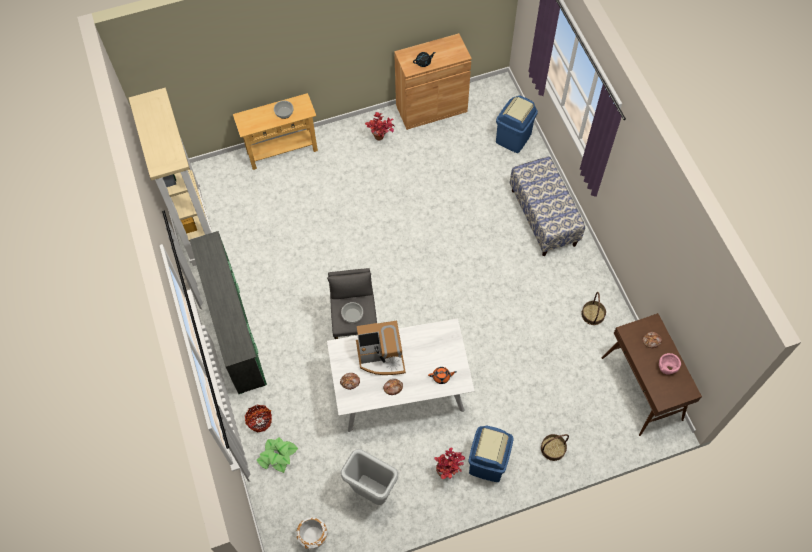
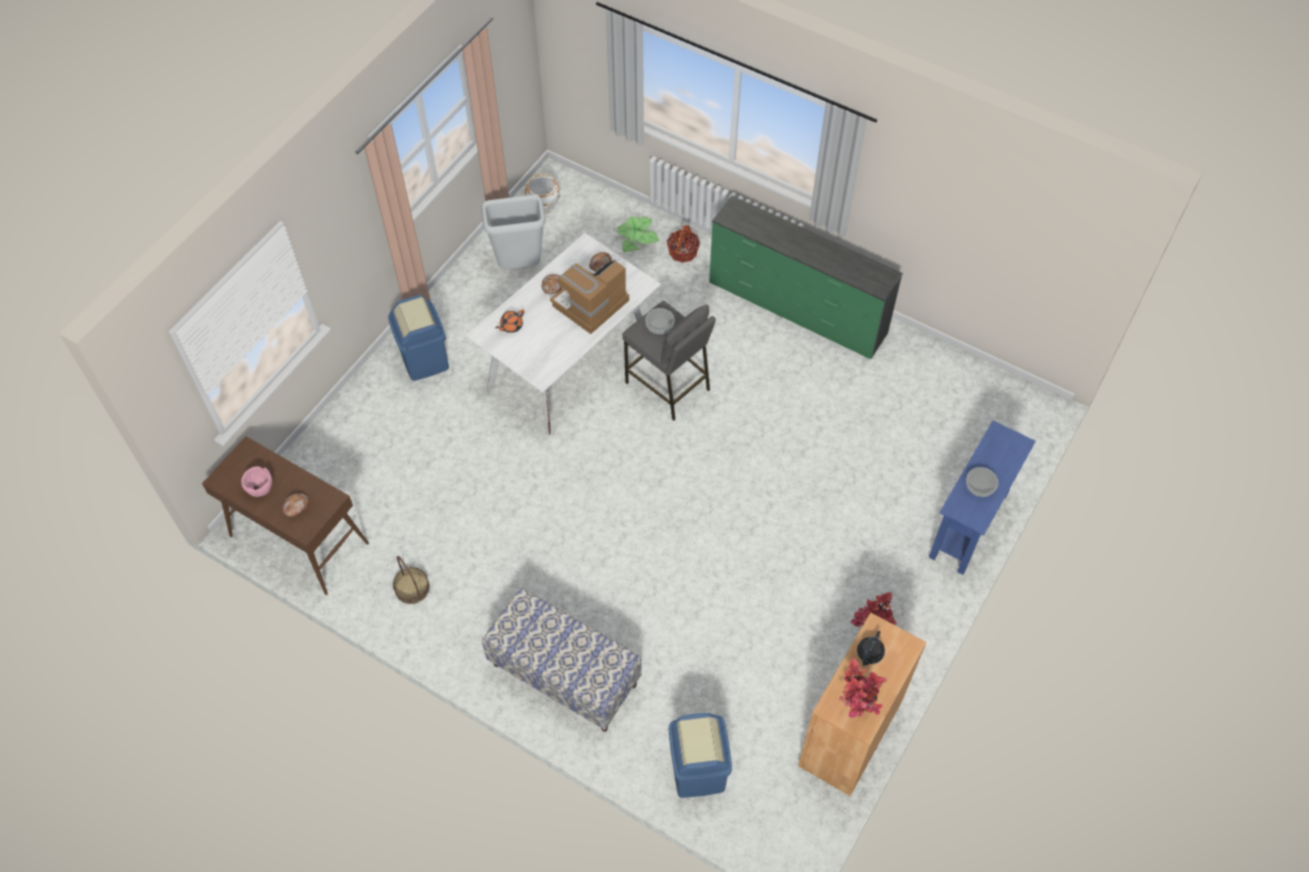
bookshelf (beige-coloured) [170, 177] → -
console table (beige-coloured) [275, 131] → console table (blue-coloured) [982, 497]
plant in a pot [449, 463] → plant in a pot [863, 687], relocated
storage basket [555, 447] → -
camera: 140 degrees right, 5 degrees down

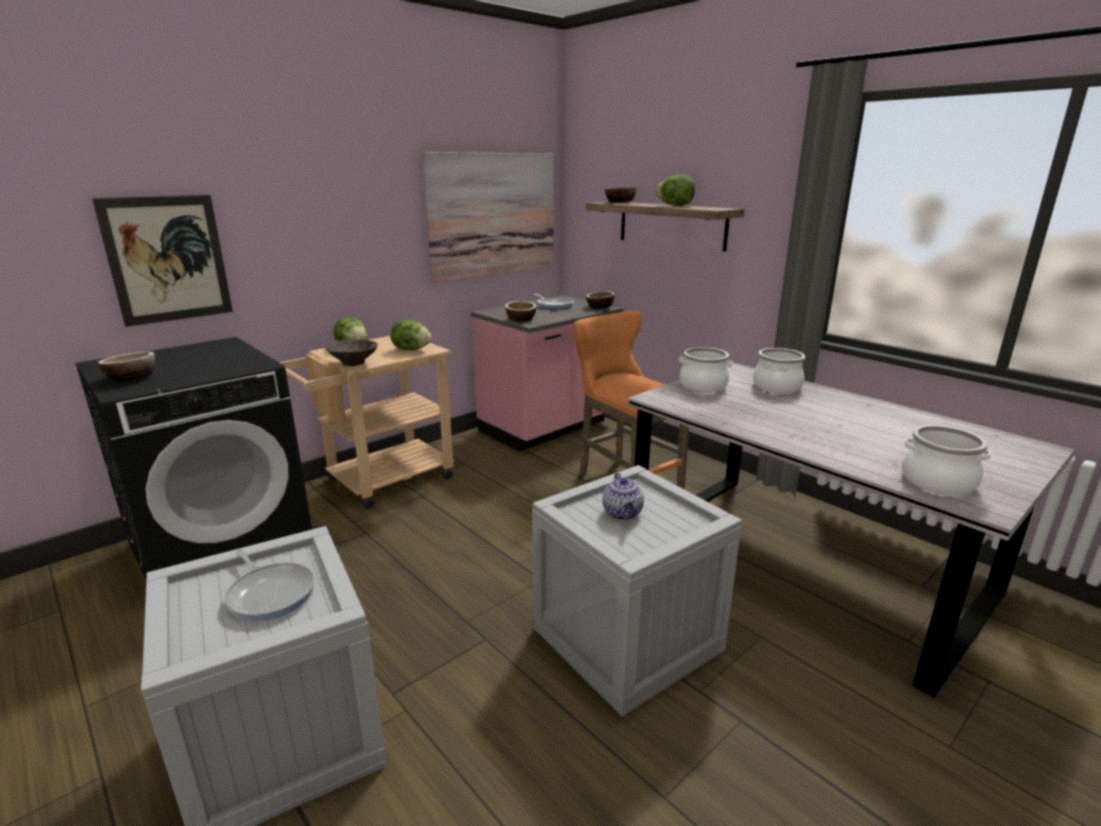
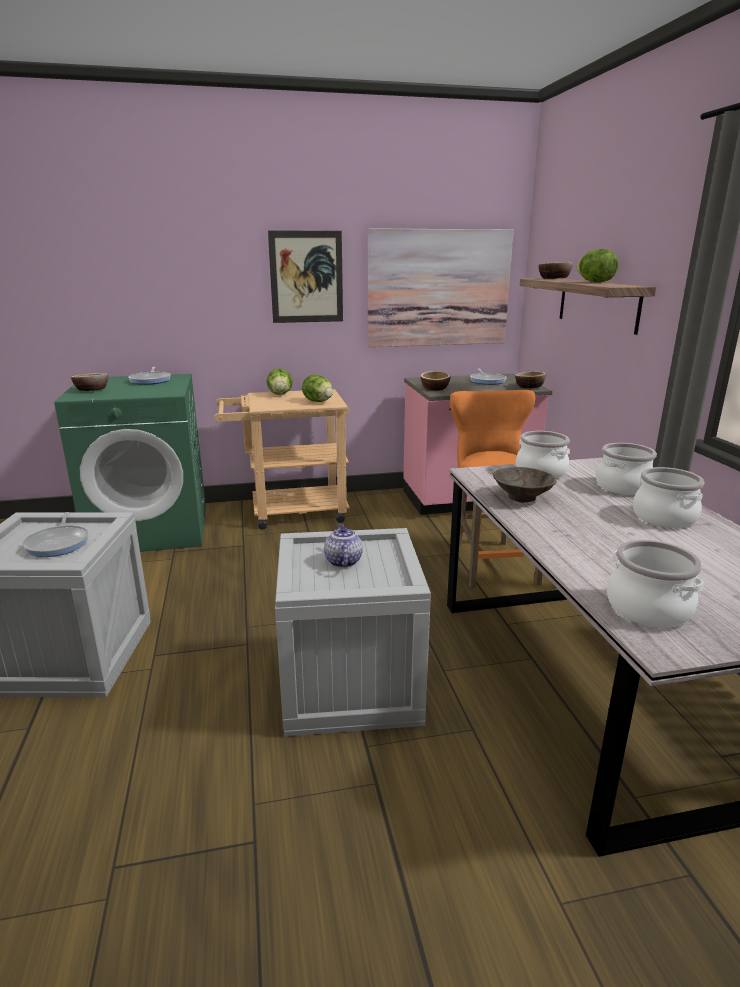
laundry machine (black) [193, 458] → laundry machine (green-coloured) [130, 463]
wall art [162, 261] → wall art [305, 276], relocated
deep dish (brown) [352, 353] → deep dish (brown) [525, 485], relocated
teapot [623, 496] → teapot [343, 546], 150 degrees clockwise
- → pan [149, 376]
- → stockpot [668, 497]
camera: 30 degrees right, 0 degrees up

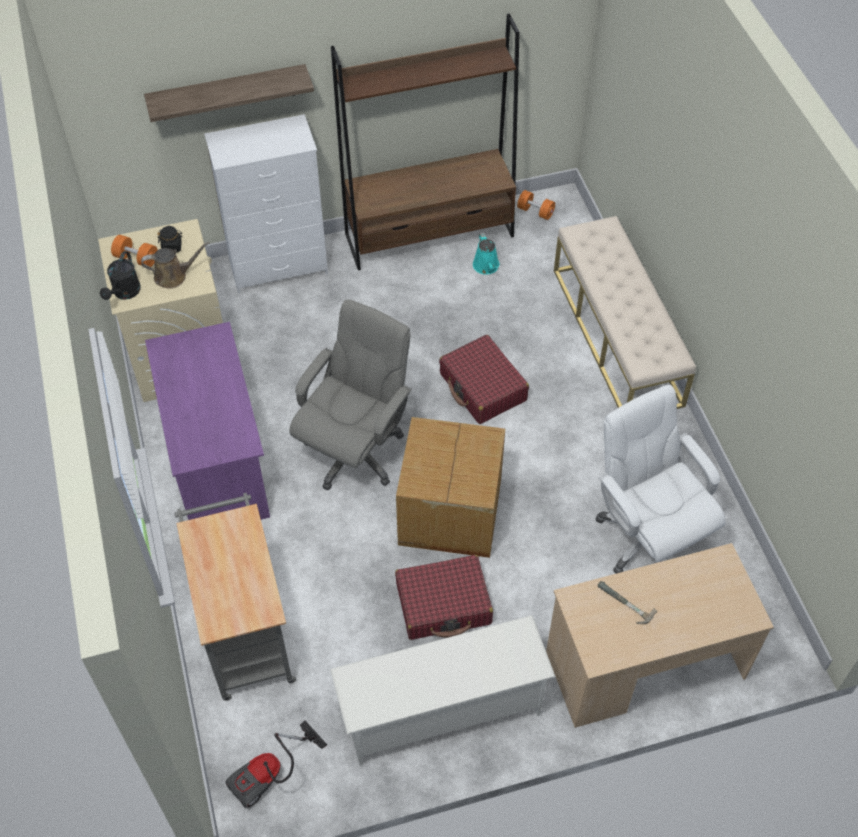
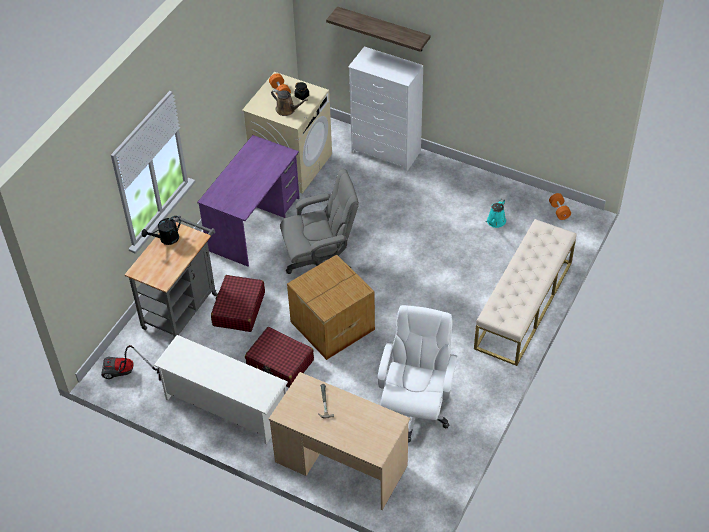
watering can (black) [120, 275] → watering can (black) [161, 230], relocated
bookshelf (brown) [425, 142] → -
suitcase (red-coloured) [484, 379] → suitcase (red-coloured) [238, 303], relocated
camera: 45 degrees right, 5 degrees down

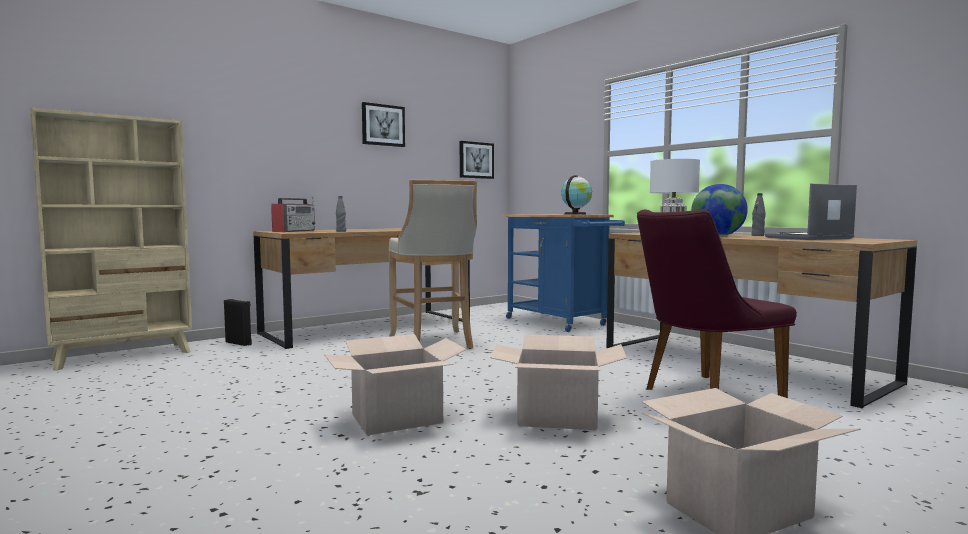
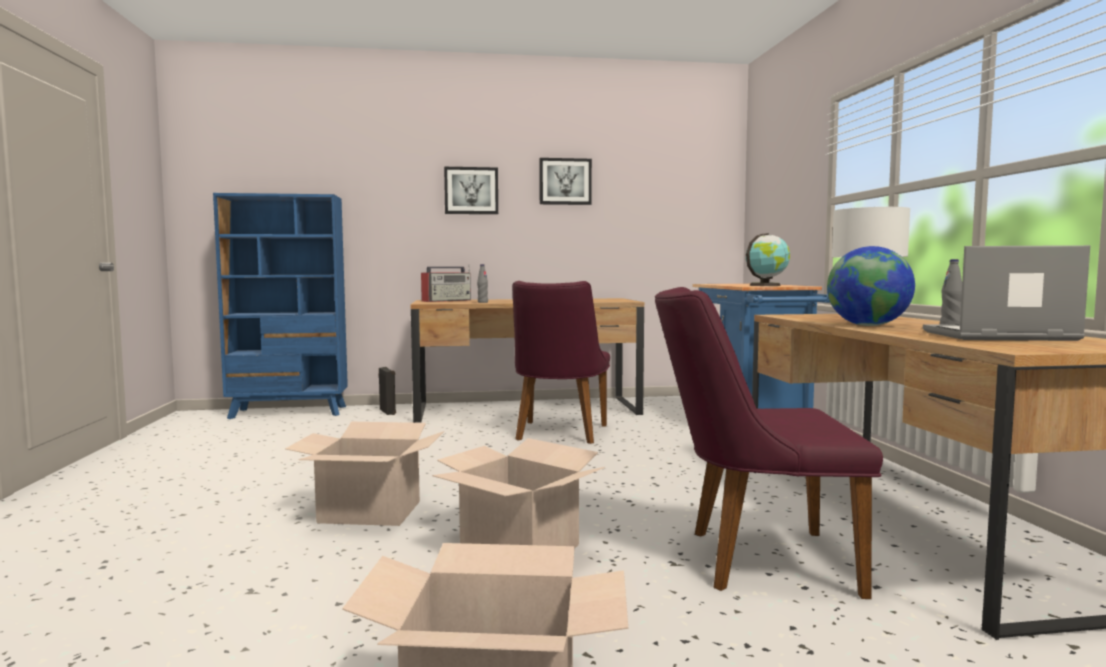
bookshelf (beige-coloured) [111, 239] → bookshelf (blue-coloured) [280, 306]
stool seat (beige-coloured) [433, 264] → upright chair (purple) [561, 362]
wall art [477, 160] → wall art [471, 190], relocated
camera: 30 degrees right, 0 degrees up

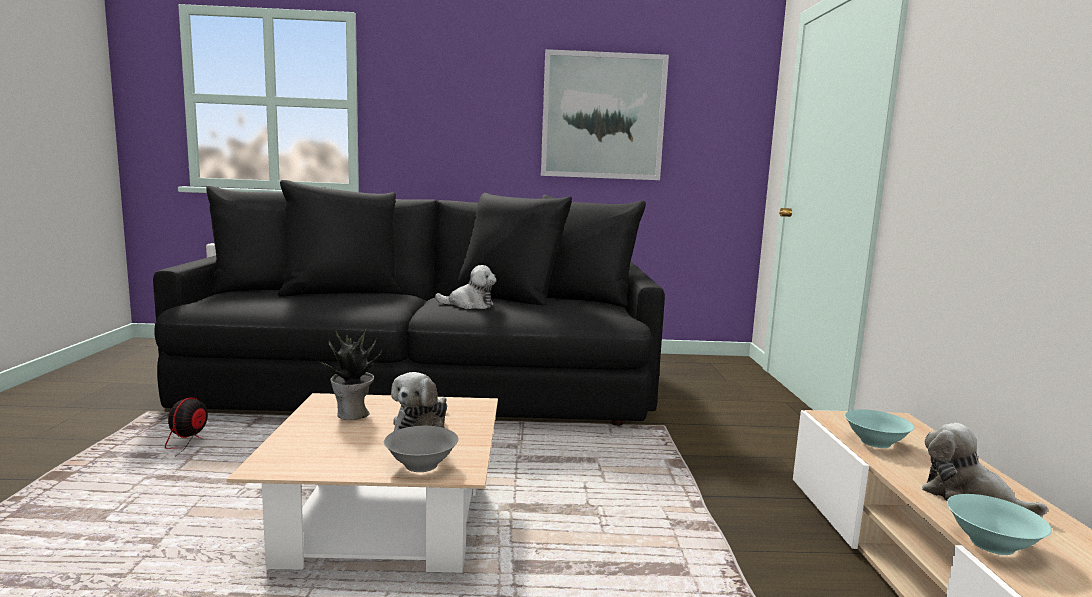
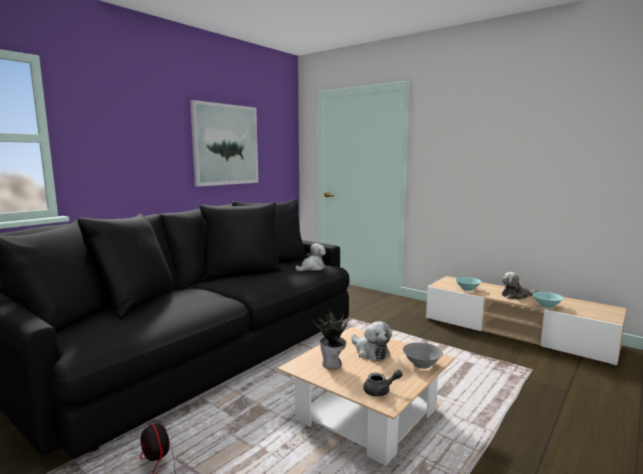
plush toy [466, 287] → plush toy [310, 257], relocated
- → teapot (gray) [383, 383]
camera: 50 degrees left, 0 degrees up

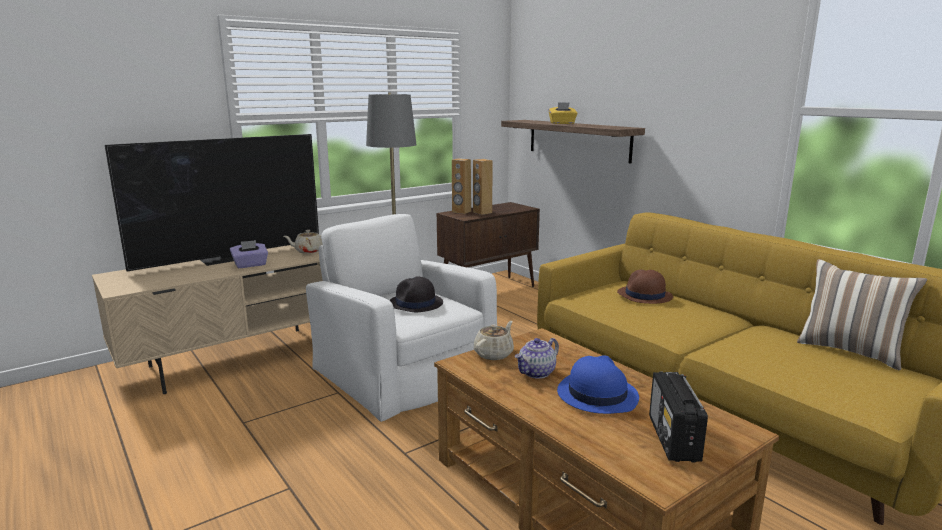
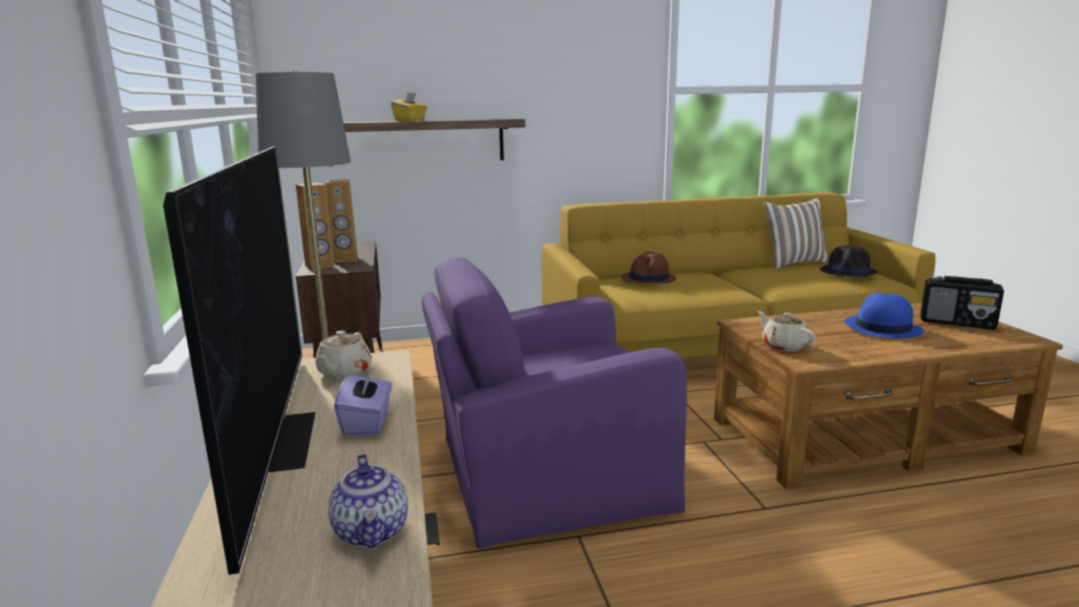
easy chair (whitish) [401, 318] → easy chair (purple) [554, 403]
clothing hat (black) [416, 294] → clothing hat (black) [848, 261], relocated
teapot [537, 358] → teapot [368, 501], relocated
camera: 65 degrees left, 0 degrees up

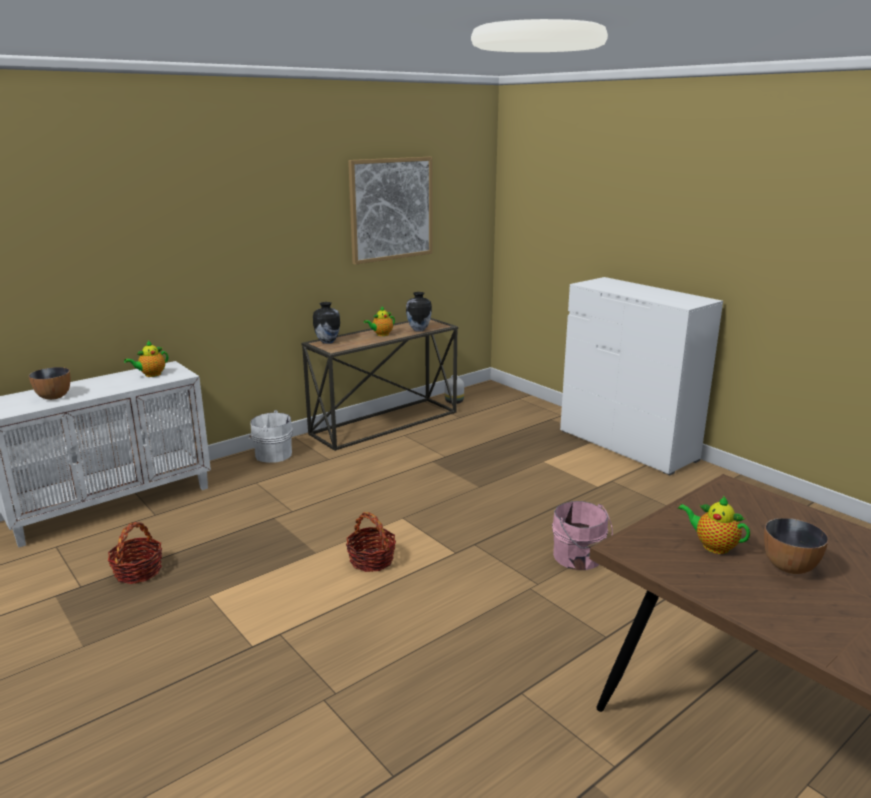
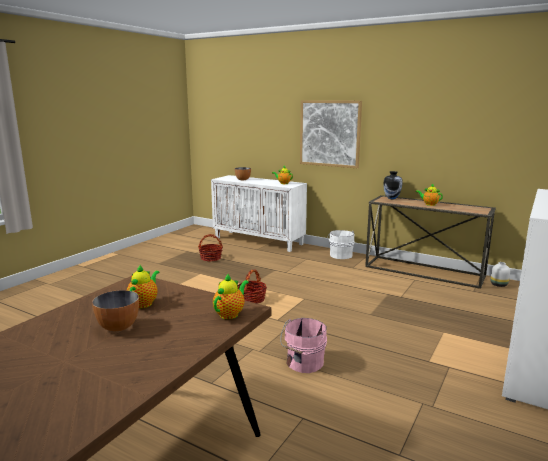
wall art [390, 211] → wall art [331, 134], relocated
vase [419, 312] → -
- → teapot [231, 296]
camera: 70 degrees right, 5 degrees down

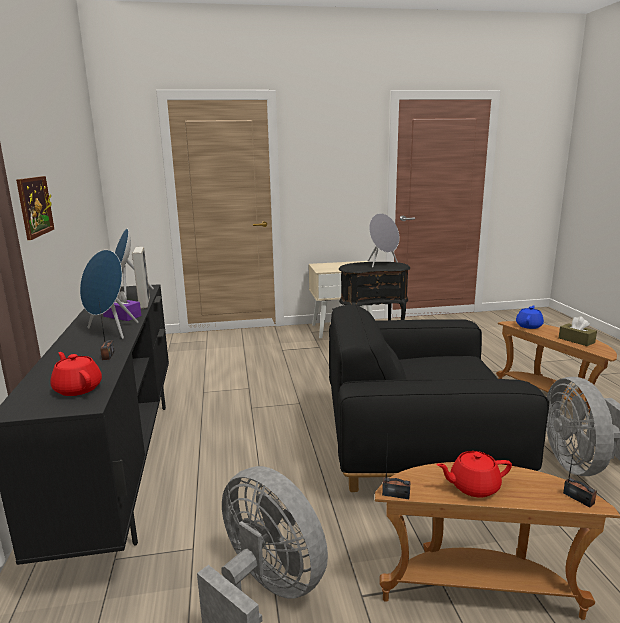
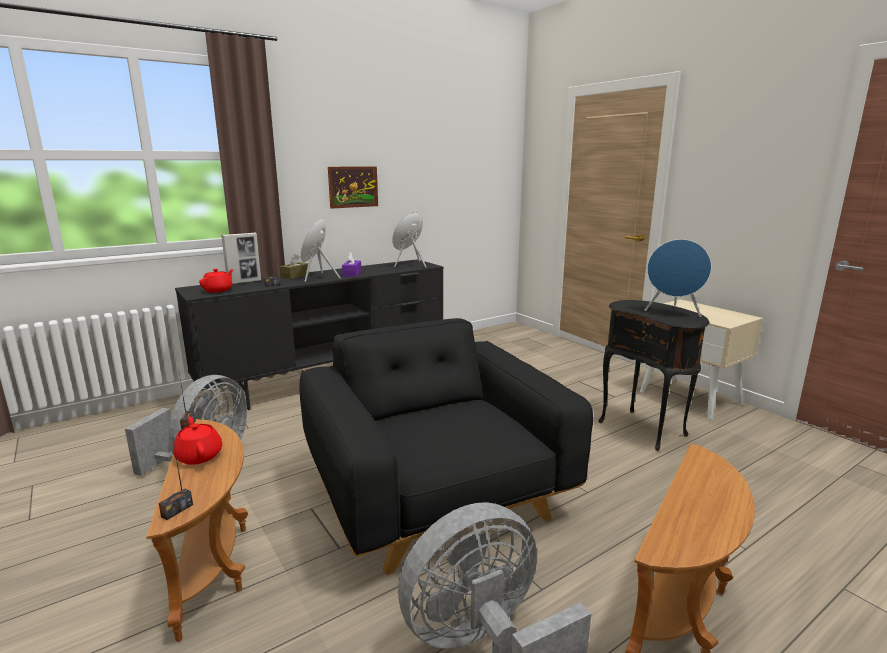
standing frame [141, 278] → standing frame [241, 258], relocated
loudspeaker (gray) [383, 240] → loudspeaker (blue-coloured) [678, 278]
teapot (blue-coloured) [530, 317] → -
tissue box (brown) [578, 331] → tissue box (brown) [294, 266], relocated
camera: 65 degrees right, 0 degrees up

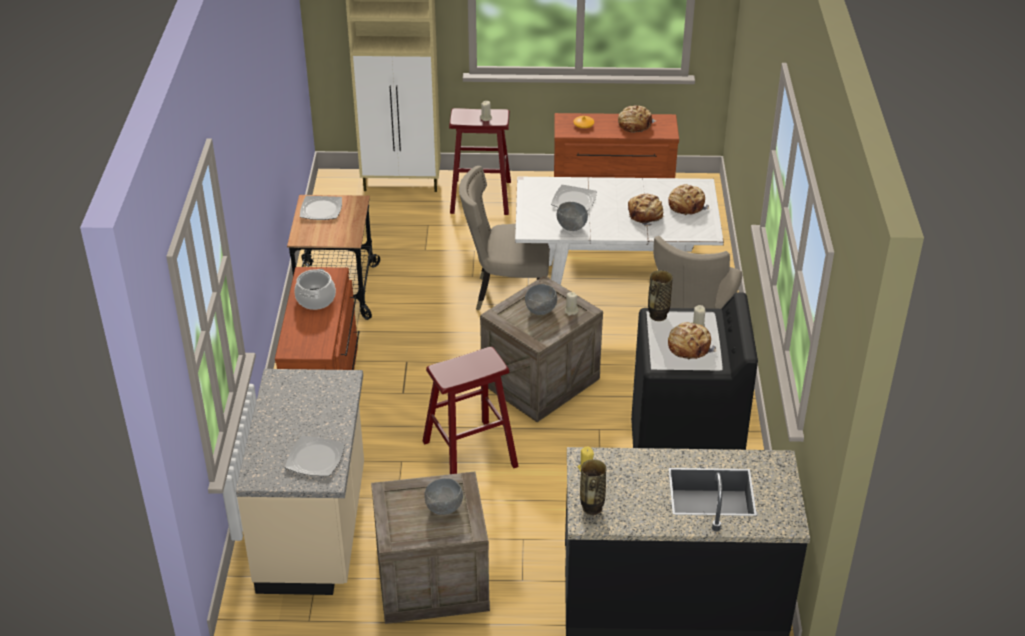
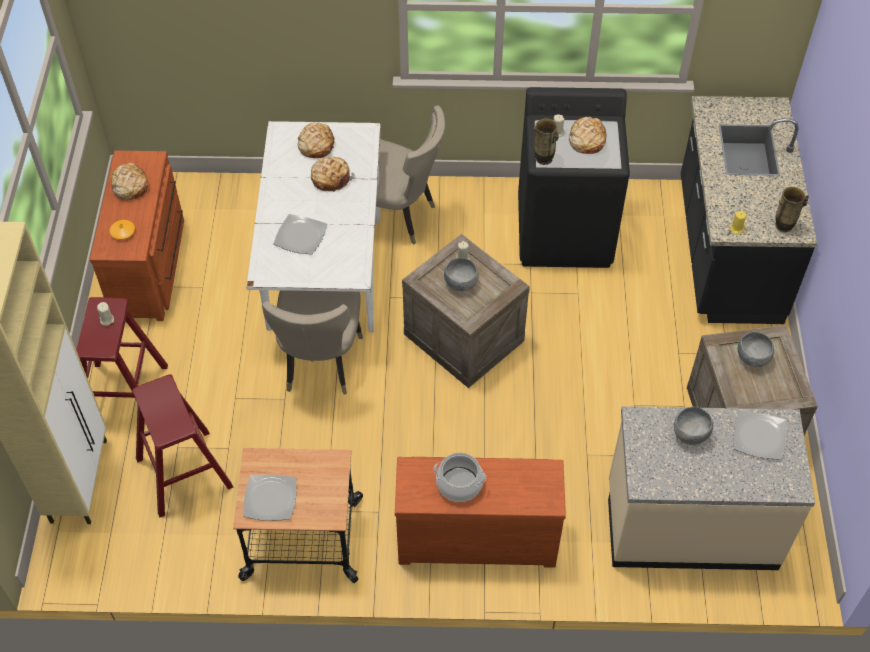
stool seat (red-coloured) [471, 410] → stool seat (red-coloured) [182, 446], relocated
deep dish (gray) [572, 216] → deep dish (gray) [693, 426], relocated
camera: 90 degrees left, 15 degrees up

